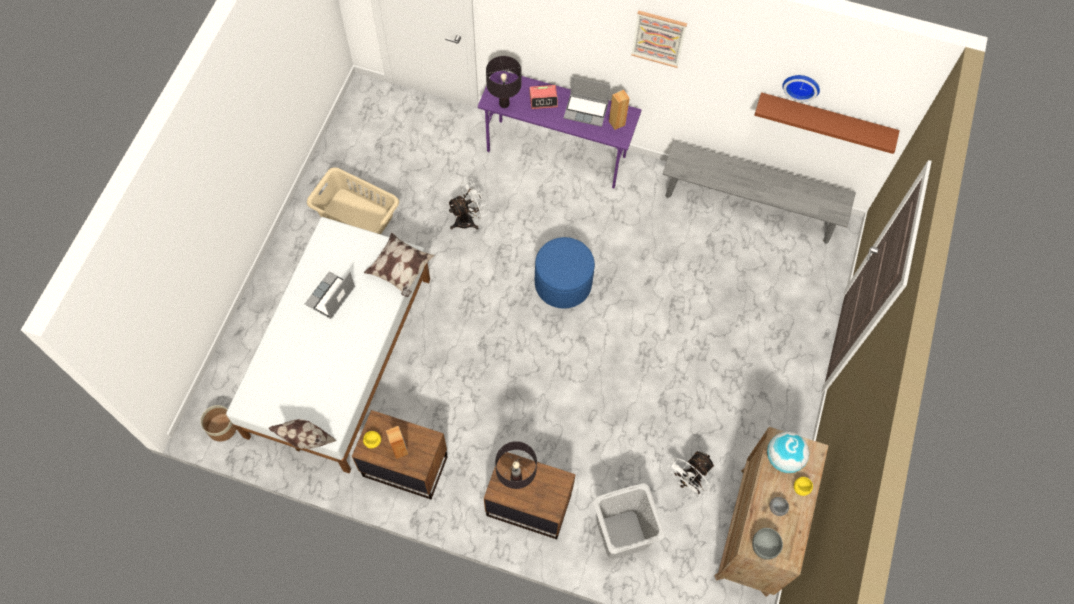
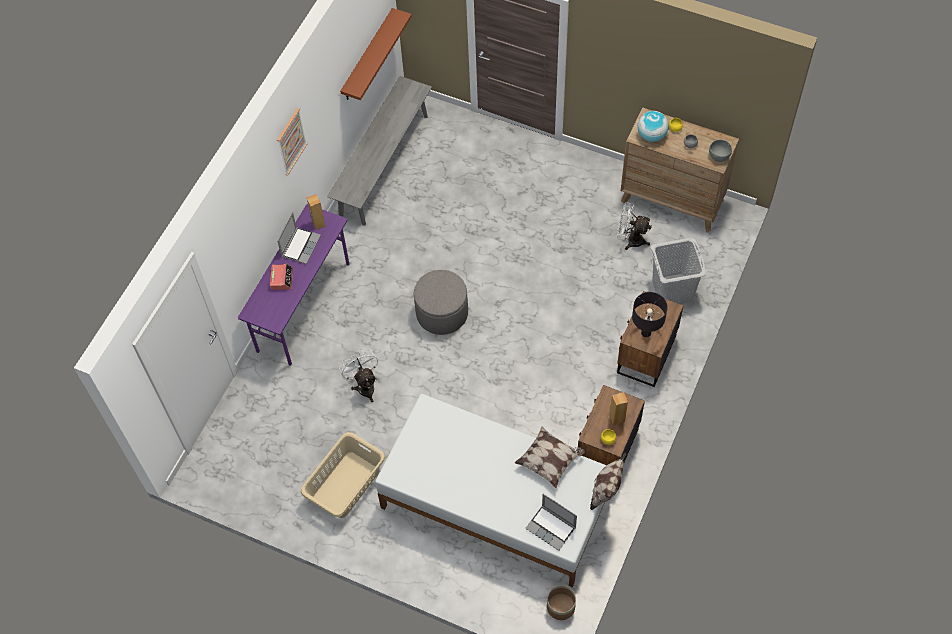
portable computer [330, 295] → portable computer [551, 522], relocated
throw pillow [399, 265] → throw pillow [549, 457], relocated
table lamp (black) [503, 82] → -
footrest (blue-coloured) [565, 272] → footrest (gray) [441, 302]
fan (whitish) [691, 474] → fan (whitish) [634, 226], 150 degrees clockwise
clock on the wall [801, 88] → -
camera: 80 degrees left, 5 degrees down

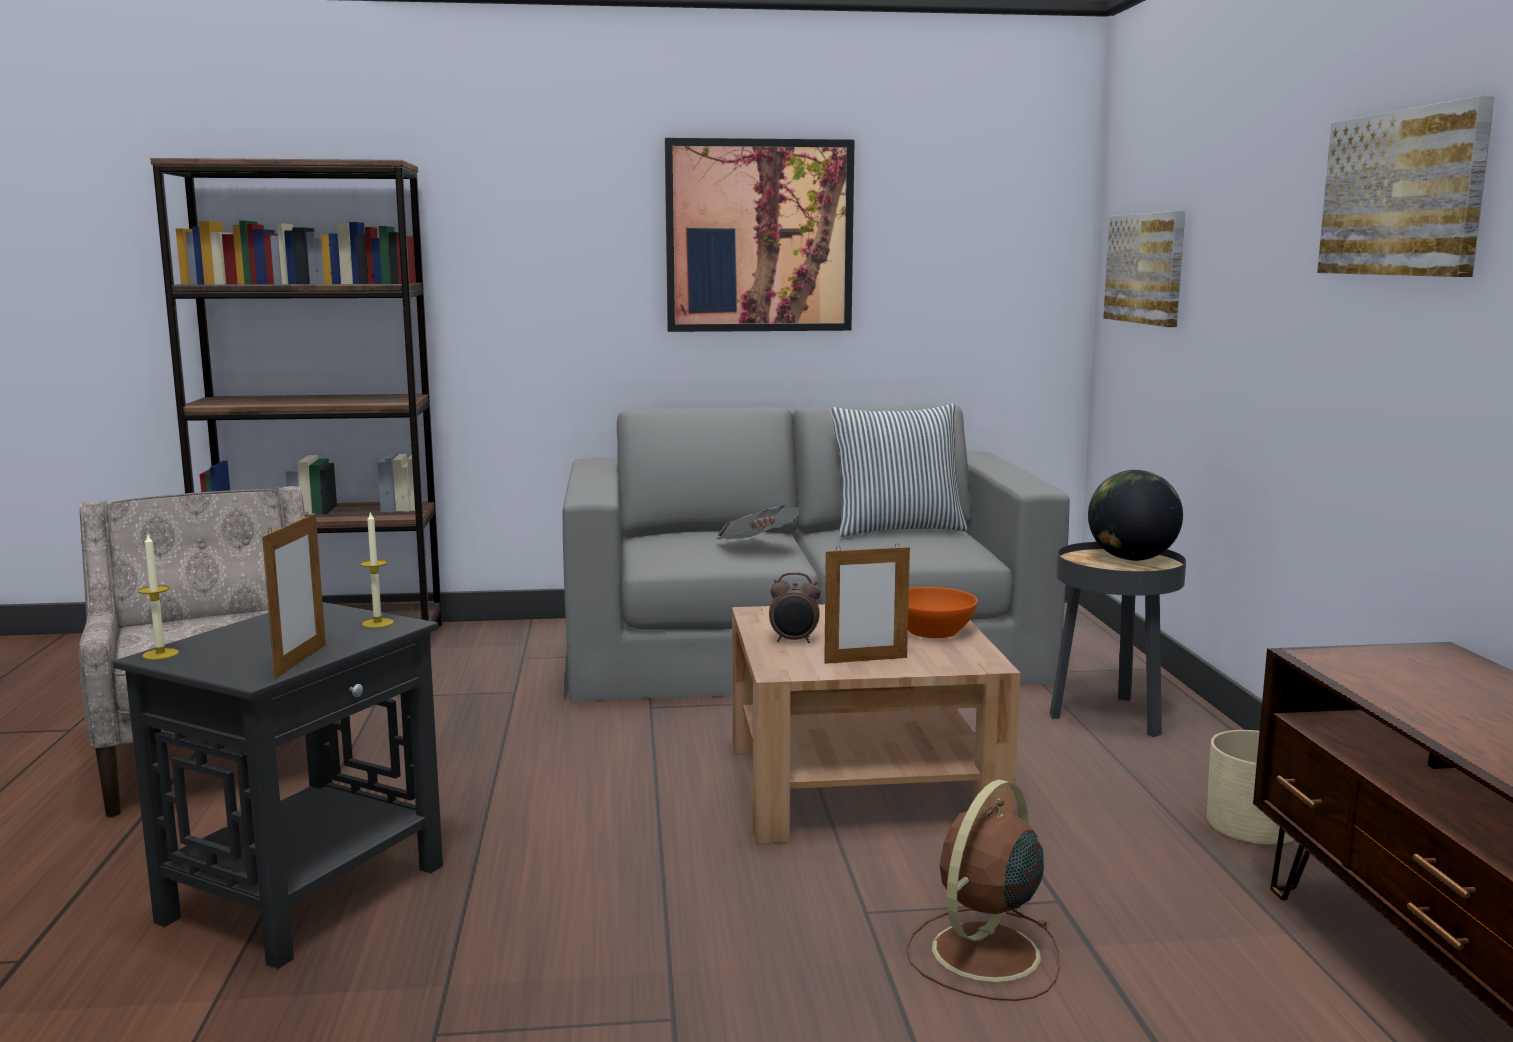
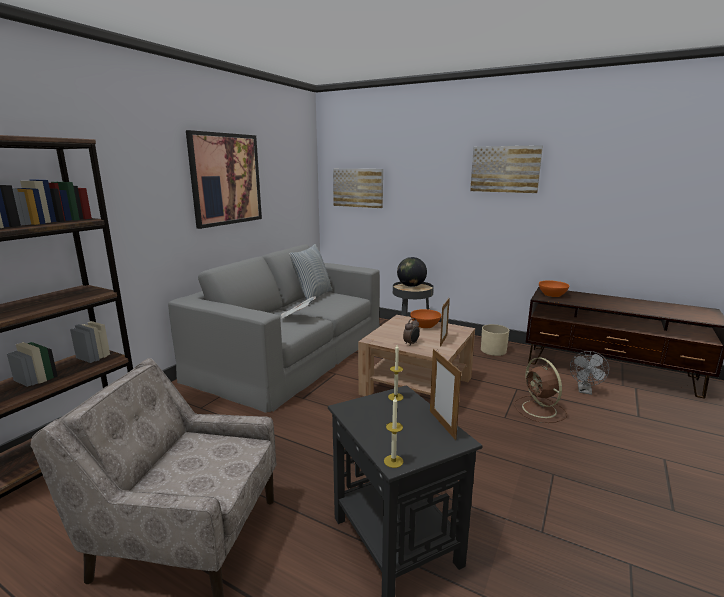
standing frame [294, 595] → standing frame [445, 394], 150 degrees counterclockwise
- → deep dish (orange-coloured) [554, 288]
- → fan (gray) [589, 373]
camera: 55 degrees left, 5 degrees up

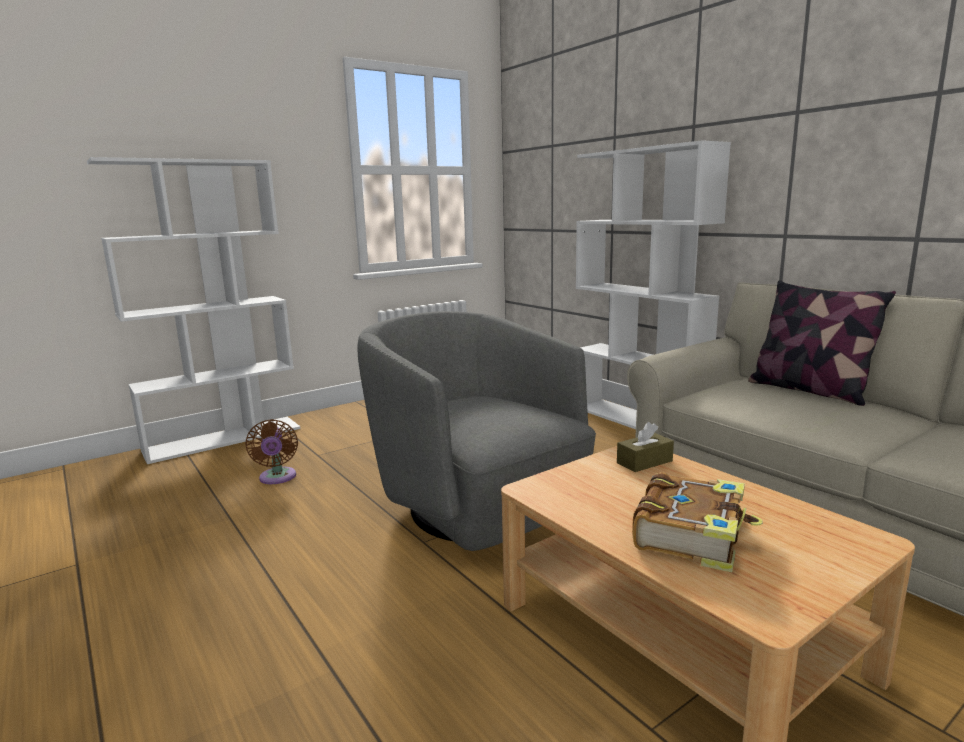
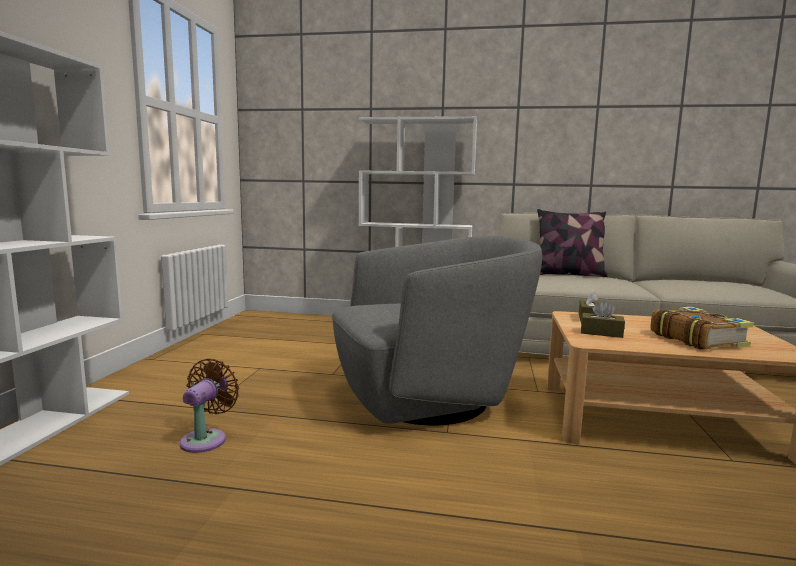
fan (brown) [271, 451] → fan (brown) [209, 405], 105 degrees counterclockwise
easy chair (gray) [477, 431] → easy chair (gray) [437, 330], 150 degrees clockwise
- → tissue box (brown) [603, 319]
camera: 45 degrees left, 5 degrees down

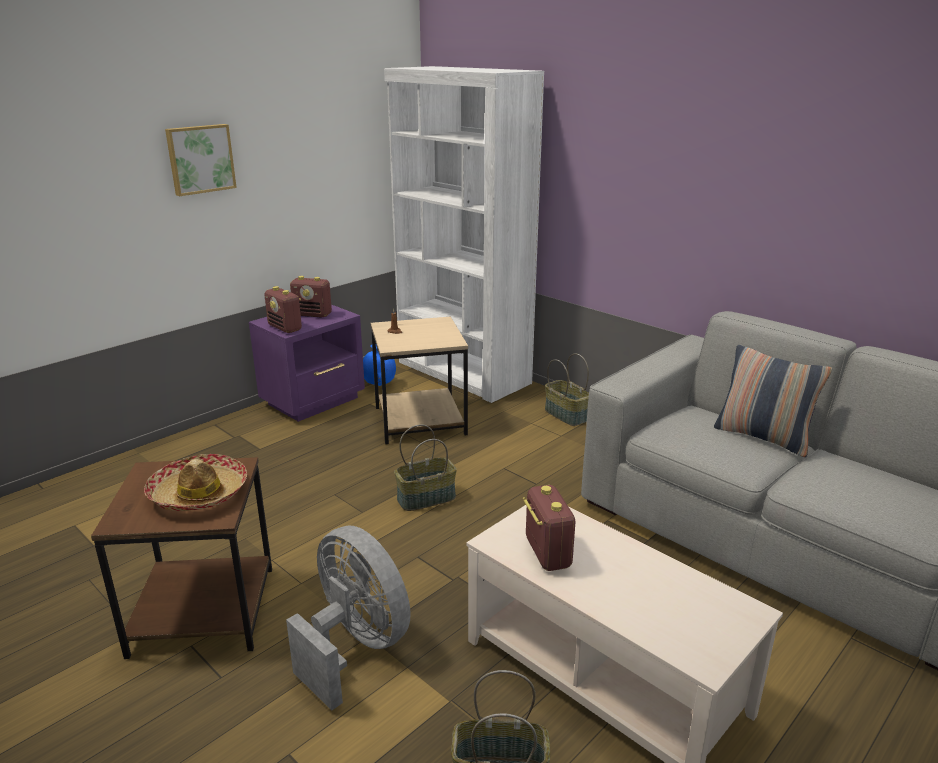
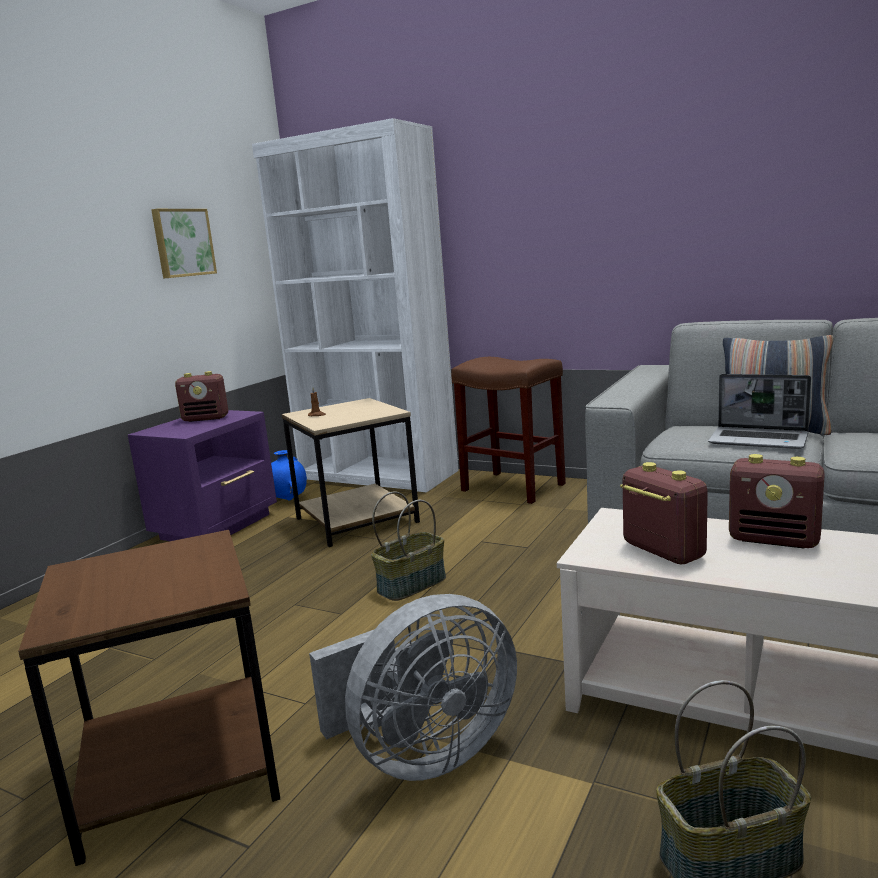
clothing hat [195, 482] → -
wall art [201, 160] → wall art [184, 244], relocated
radio set [283, 309] → radio set [777, 501], relocated
fan (gray) [348, 618] → fan (gray) [413, 687], 120 degrees clockwise
storage basket [567, 390] → stool seat (brown) [508, 430]
- → portable computer [759, 411]
camera: 15 degrees left, 10 degrees down

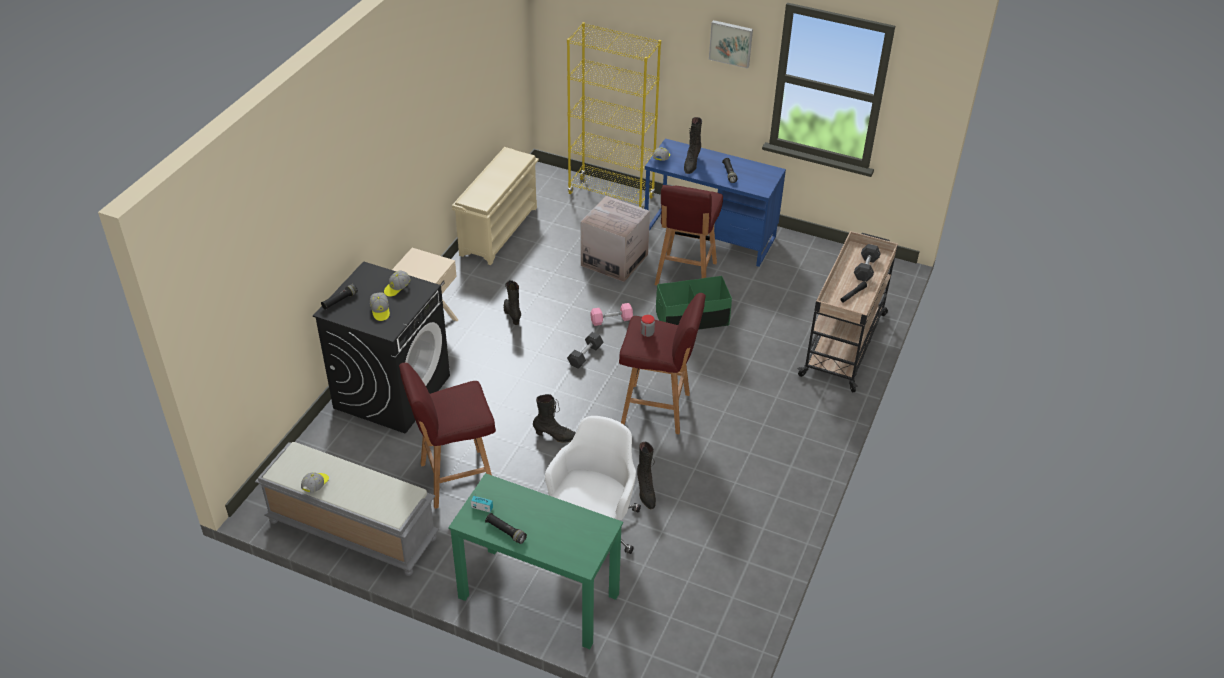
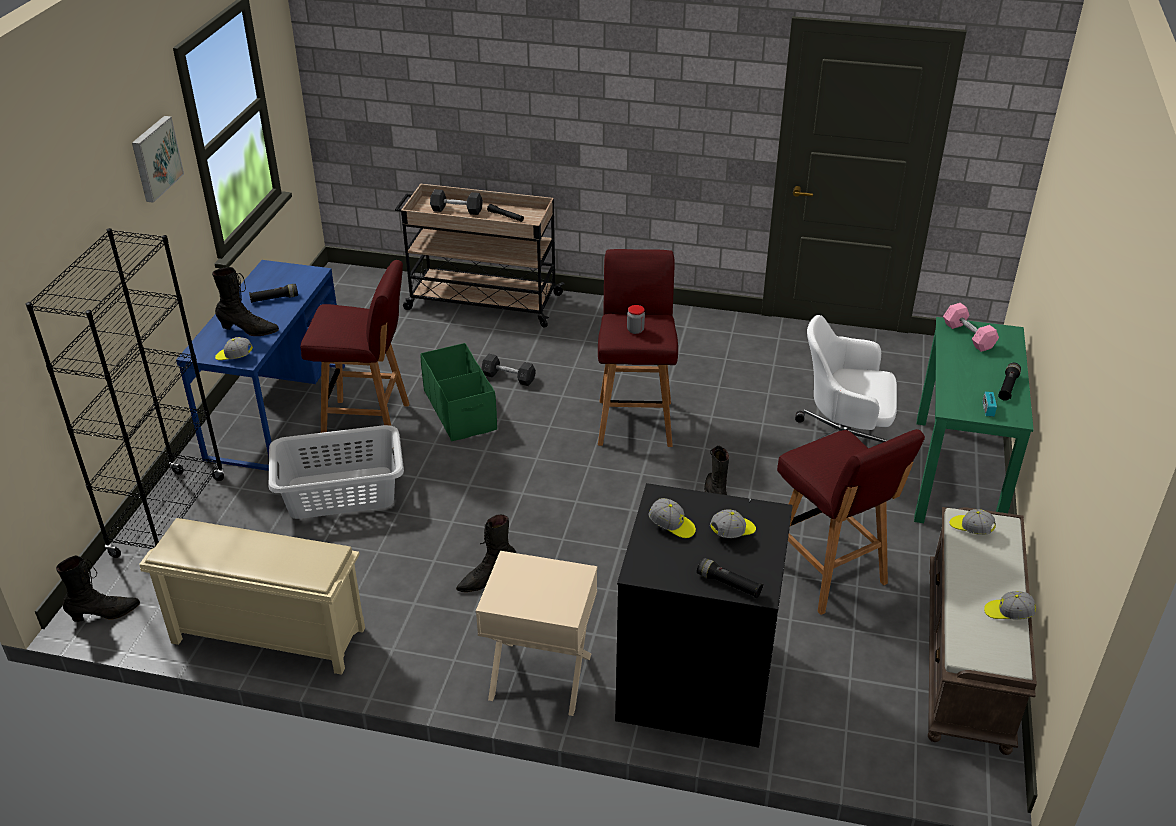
bench (gray) [347, 509] → bench (brown) [982, 631]
bookshelf (yellow-coloured) [614, 115] → bookshelf (black) [125, 393]
hand weight (gray) [585, 350] → hand weight (gray) [508, 370], relocated
carton [615, 239] → laundry basket (gray) [336, 472]
hand weight (pink) [611, 314] → hand weight (pink) [971, 327], relocated
high-top boot (black) [646, 475] → high-top boot (black) [98, 589], relocated
- → baseball cap [973, 522]
camera: 100 degrees left, 5 degrees down

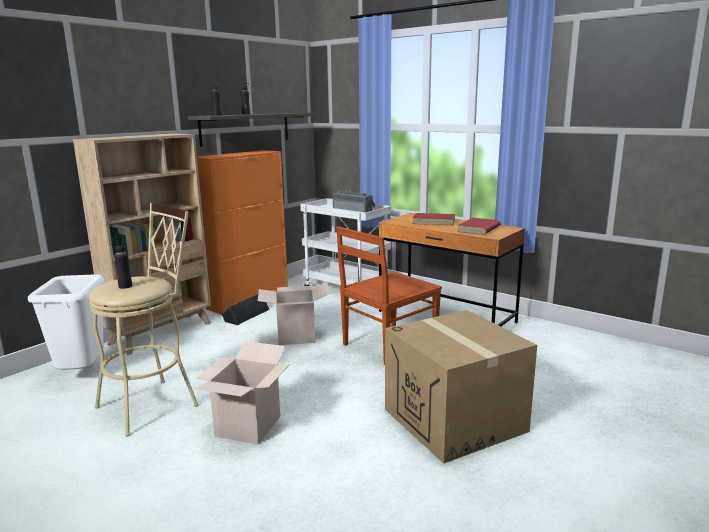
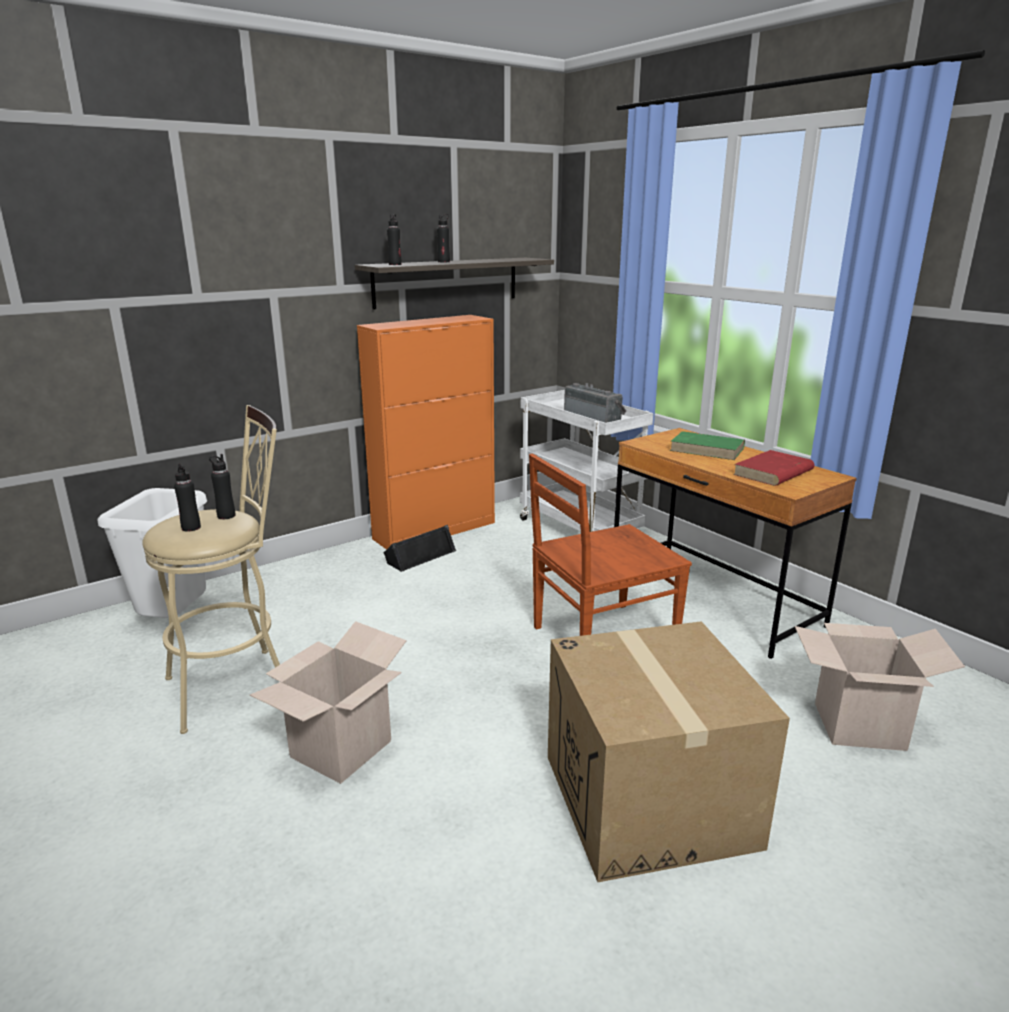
bookshelf (beige-coloured) [142, 244] → -
carton [294, 313] → carton [880, 687], relocated
book (red-coloured) [434, 219] → book (green-coloured) [707, 445]
- → bottle (black) [222, 486]
camera: 15 degrees right, 5 degrees up

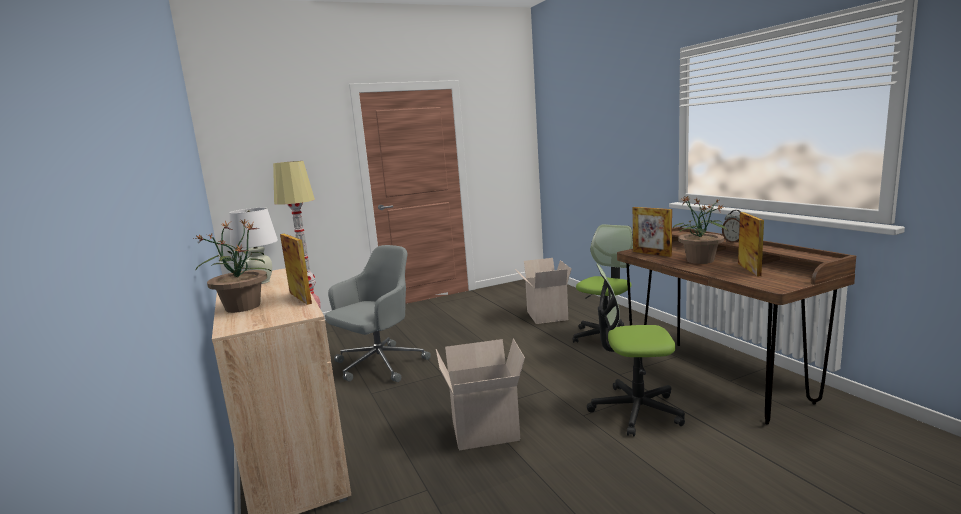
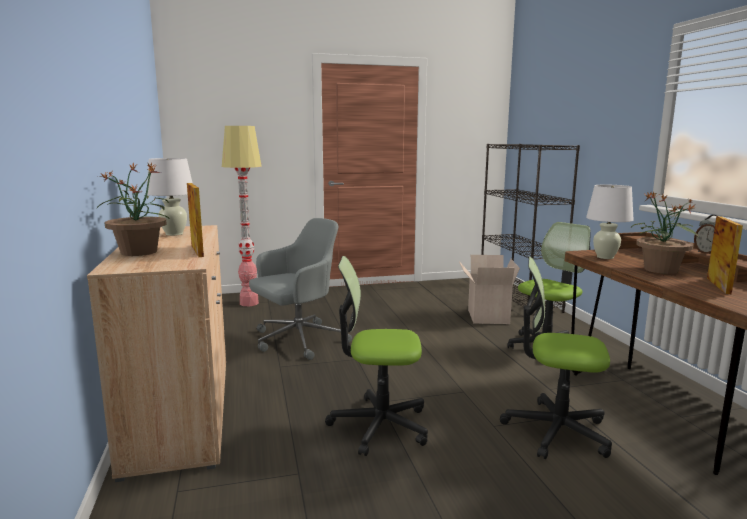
carton [480, 394] → office chair [376, 356]
standing frame [652, 232] → table lamp (whitish) [610, 222]
- → bookshelf (black) [530, 228]
camera: 10 degrees right, 0 degrees up

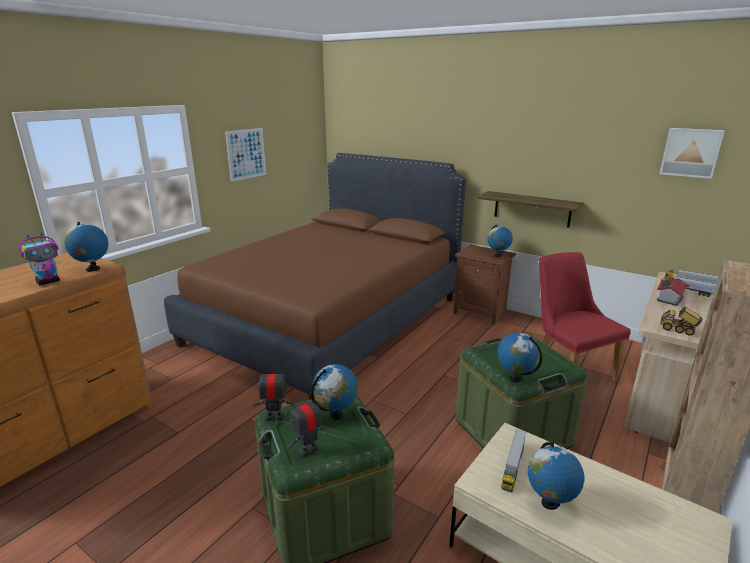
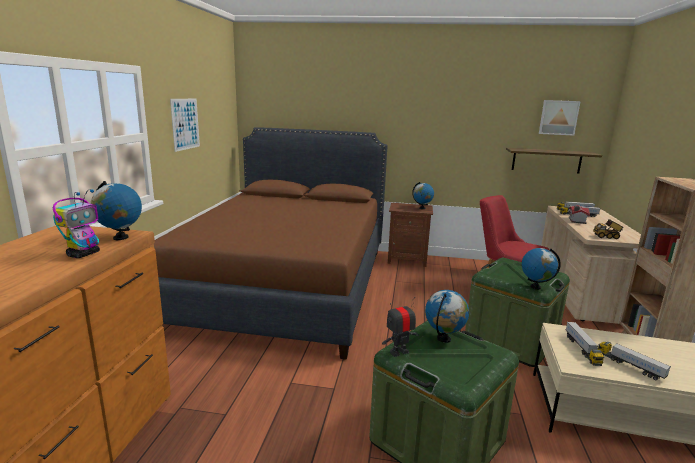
model robot [308, 424] → -
shelf [530, 209] → shelf [554, 161], relocated
desk globe [556, 476] → model truck [634, 361]
camera: 25 degrees left, 5 degrees down

